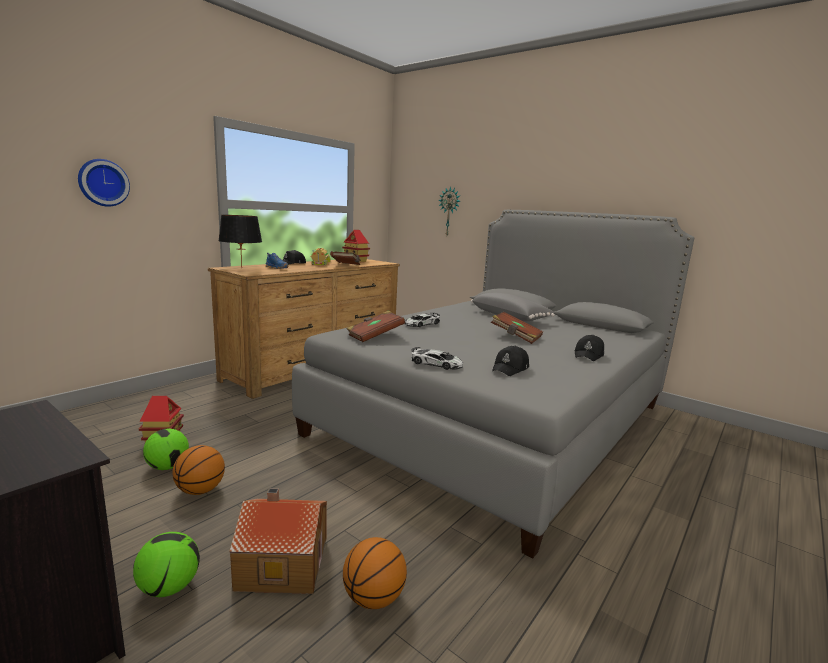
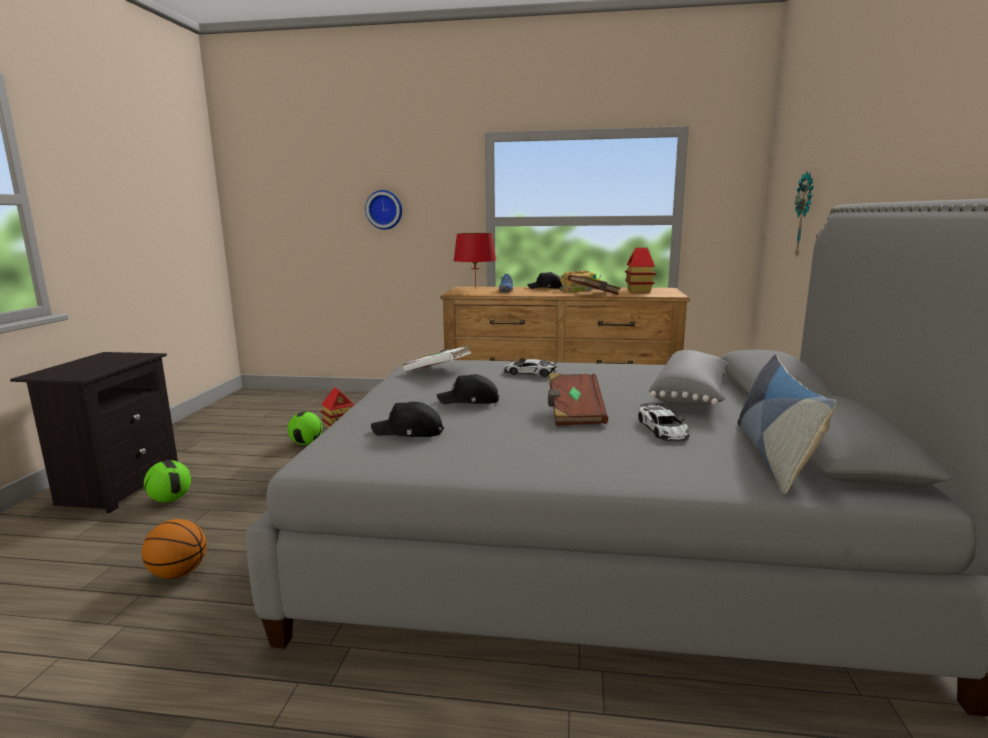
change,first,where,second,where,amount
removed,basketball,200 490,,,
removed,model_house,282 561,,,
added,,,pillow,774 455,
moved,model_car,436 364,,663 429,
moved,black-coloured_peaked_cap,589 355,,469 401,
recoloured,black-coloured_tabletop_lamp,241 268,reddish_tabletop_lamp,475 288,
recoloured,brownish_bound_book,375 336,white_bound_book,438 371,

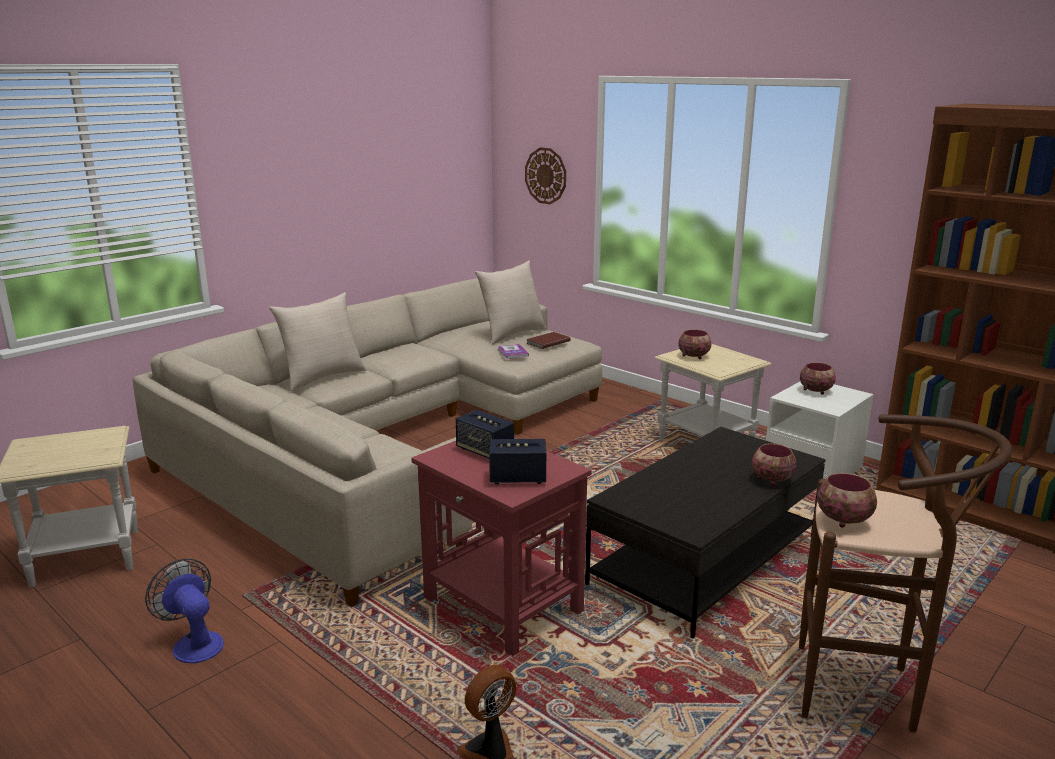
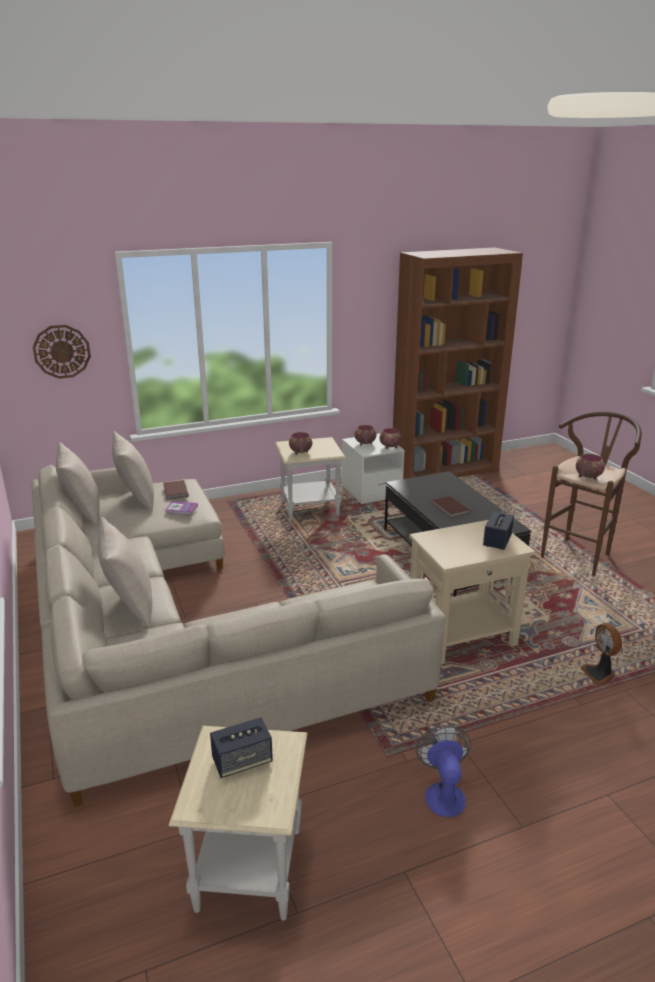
change,first,where,second,where,amount
added,,,sand-coloured_pillow,82 512,
added,,,brownish_bound_book,450 508,
moved,loudspeaker,485 451,,242 761,
moved,deep_dish,771 480,,390 447,
recoloured,reddish_end_table,501 606,sand-coloured_end_table,461 636,
turned,fan,194 643,,443 792,105 degrees clockwise

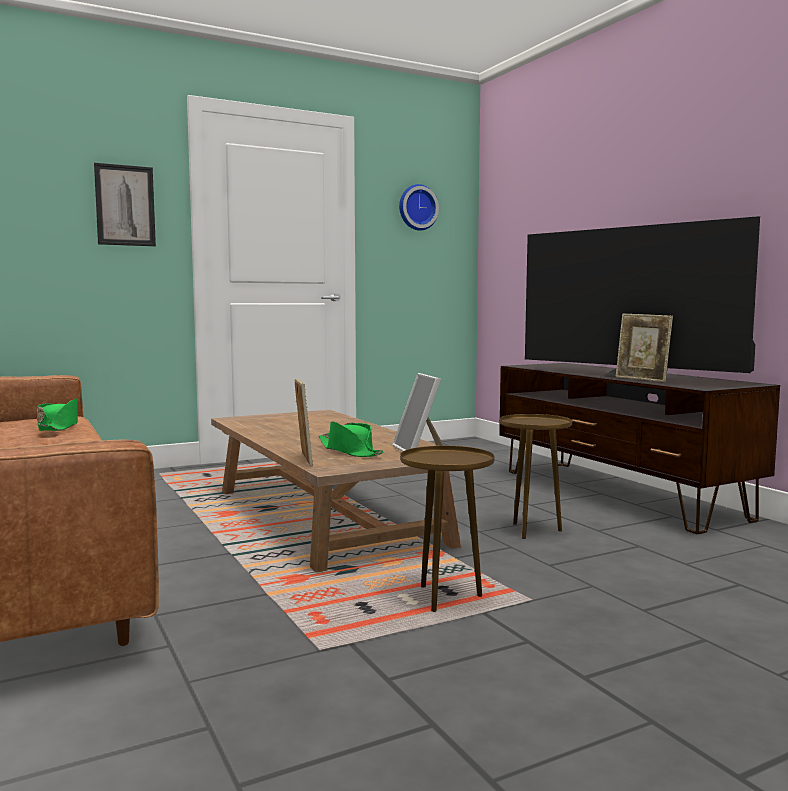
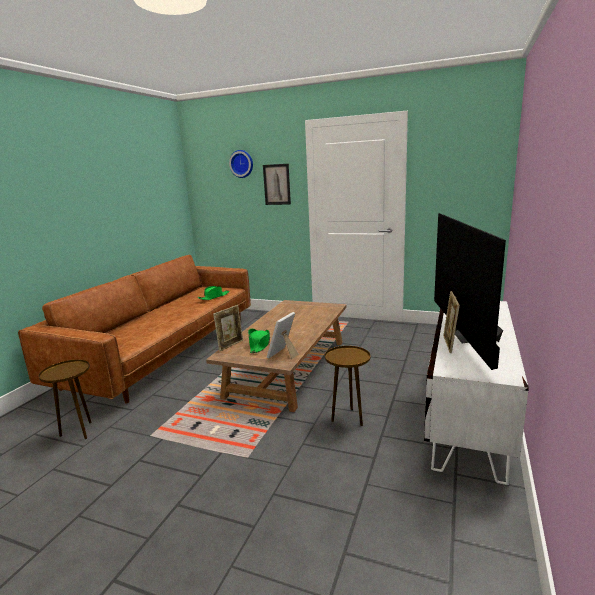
change,first,where,second,where,amount
moved,clock_on_the_wall,417 208,,242 164,
moved,brownish_end_table,445 599,,79 432,
recoloured,brownish_tv_stand,617 494,white_tv_stand,467 414,

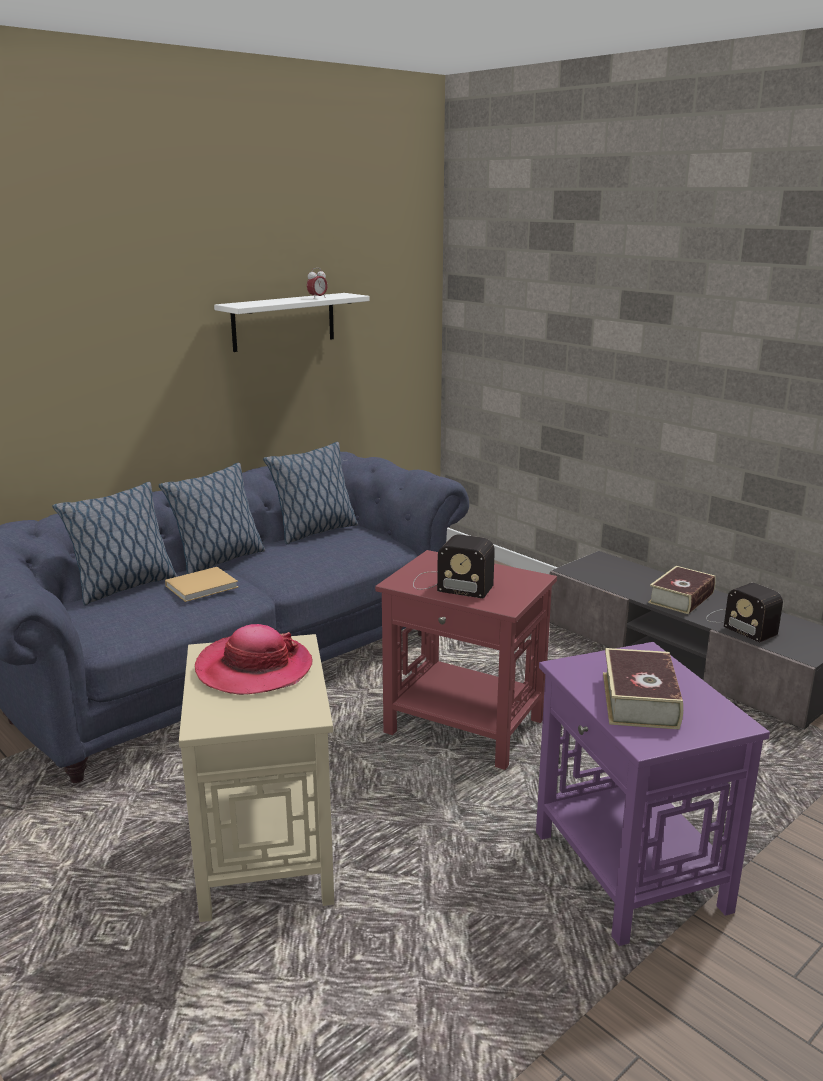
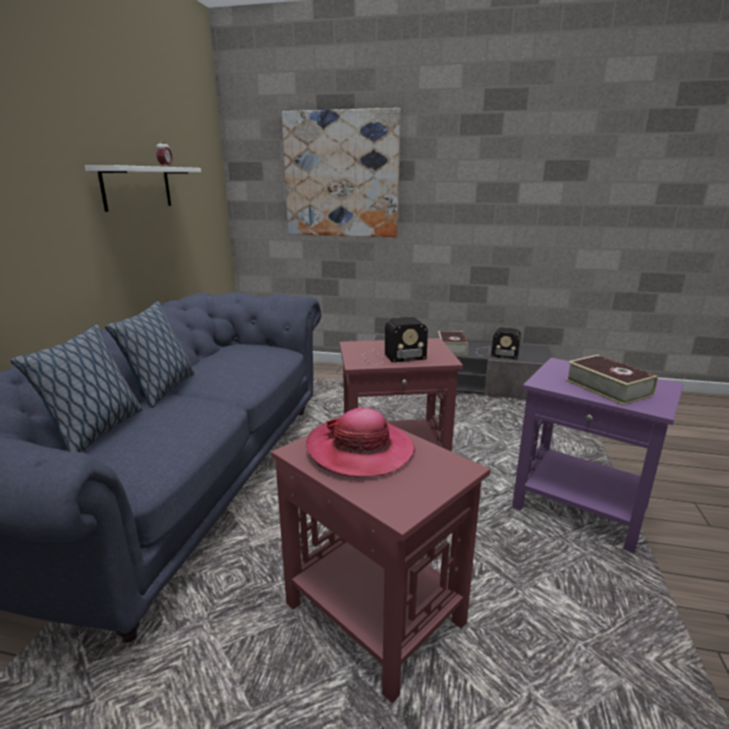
change,first,where,second,where,amount
removed,sand-coloured_bound_book,203 586,,,
removed,pillow,314 532,,,
added,,,picture,341 175,
recoloured,sand-coloured_end_table,266 855,reddish_end_table,375 612,

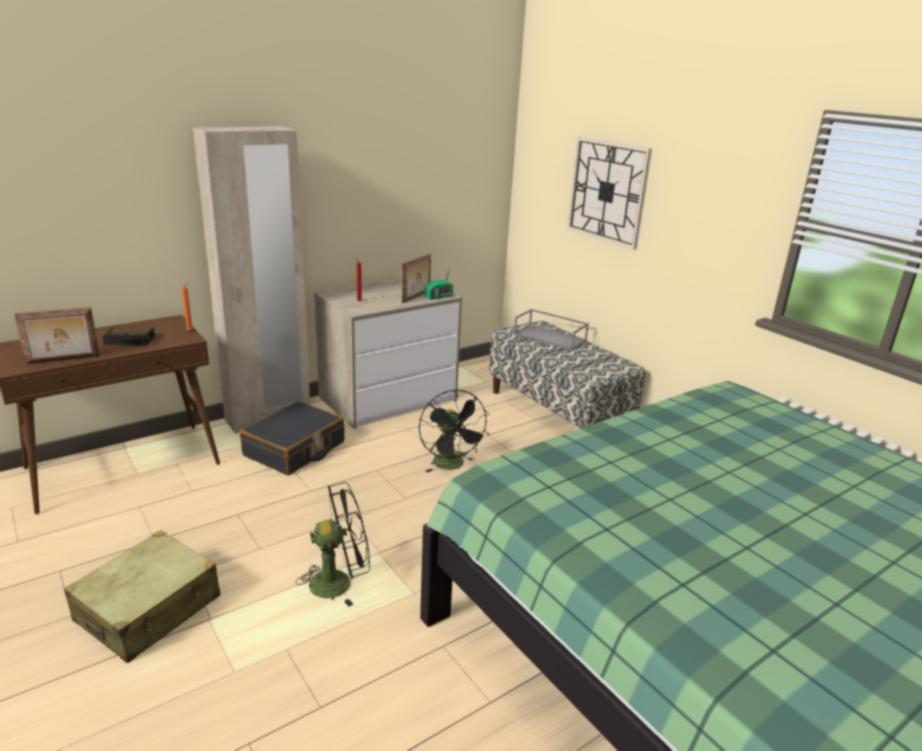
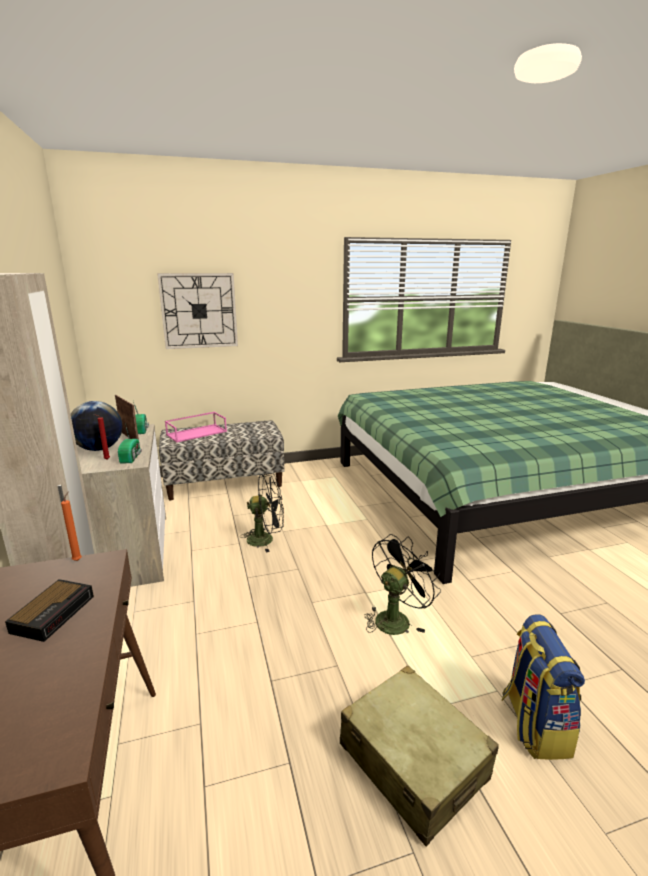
change,first,where,second,where,amount
removed,picture_frame,63 360,,,
removed,black-coloured_travel_case,295 449,,,
added,,,globe,99 449,
added,,,radio_set,131 457,
added,,,rucksack,534 724,
recoloured,greyish_serving_tray,550 337,pink_serving_tray,197 433,
turned,black-coloured_fan,339 581,,396 618,45 degrees clockwise

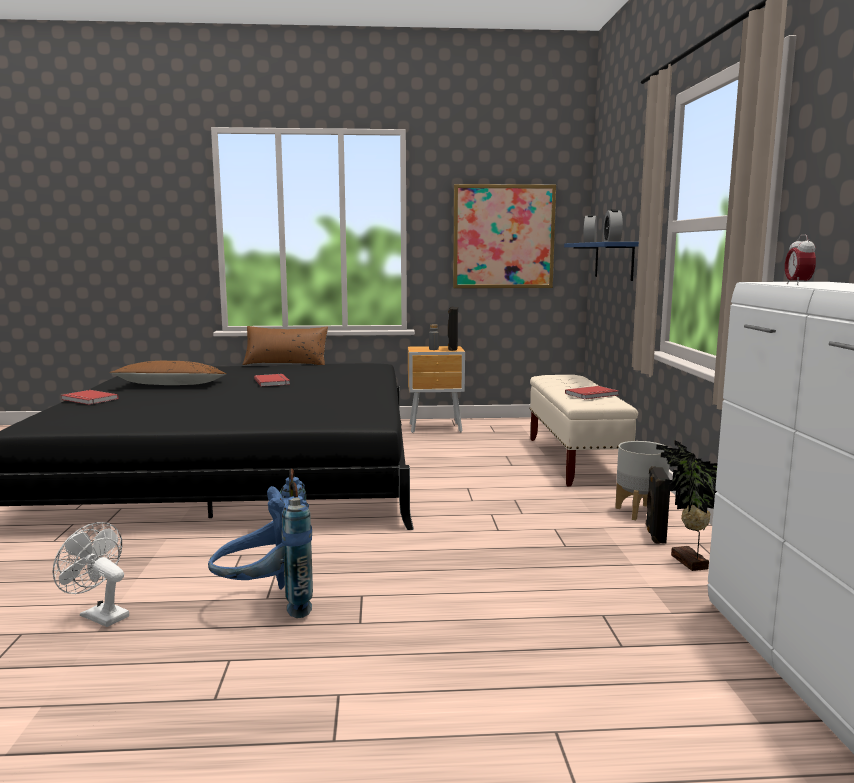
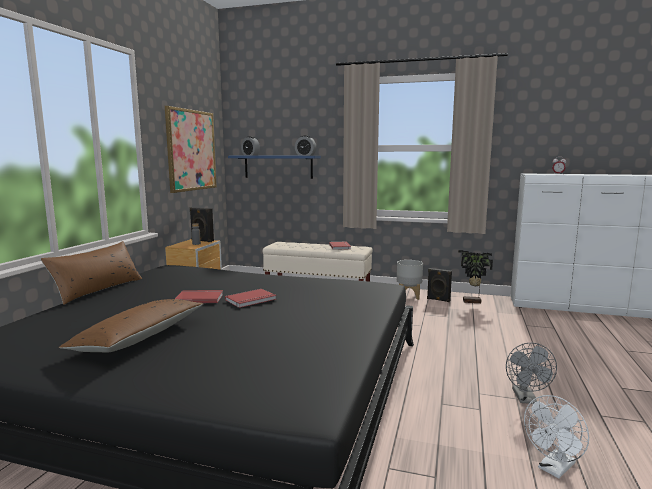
change,first,where,second,where,amount
moved,reddish_bound_book,88 399,,251 300,
replaced,blue-coloured_rucksack,266 605,greyish_fan,526 399,

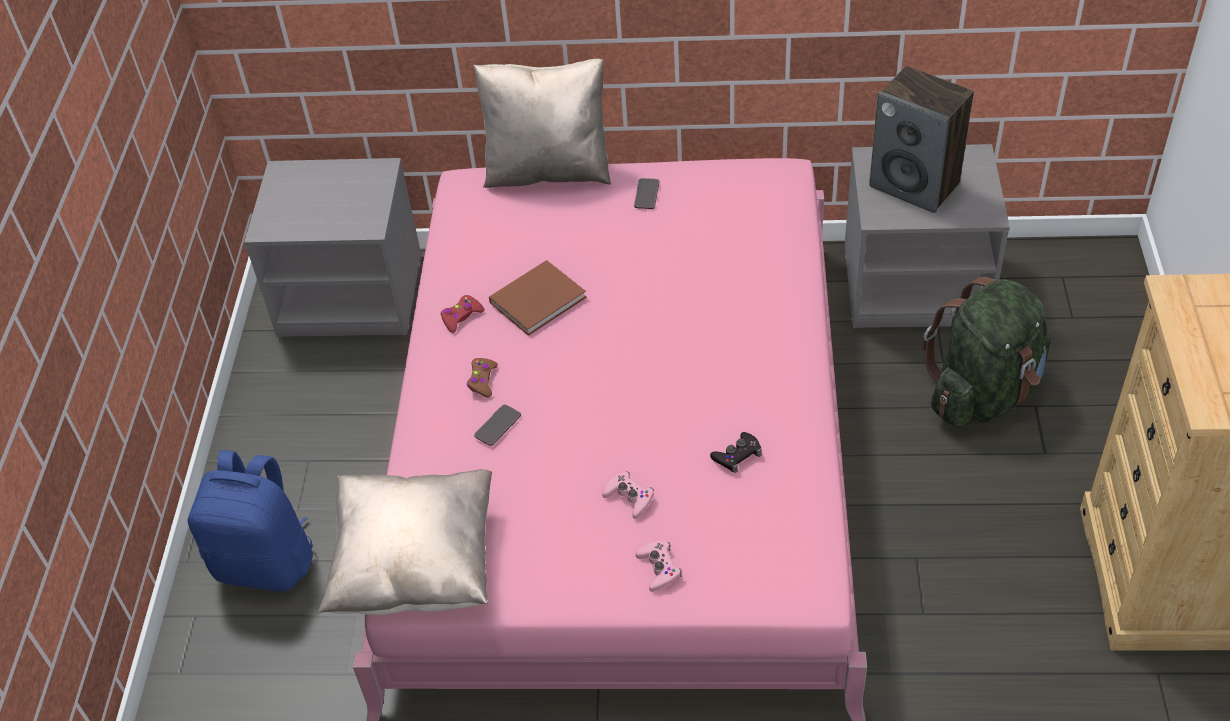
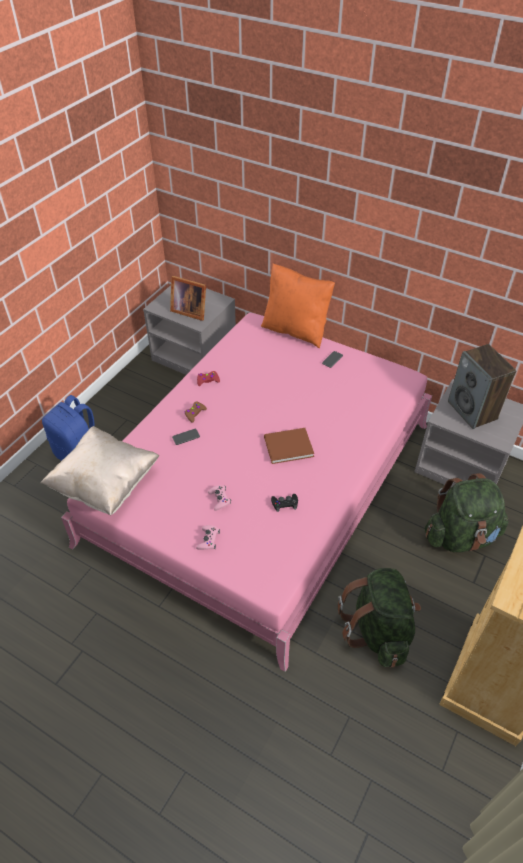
change,first,where,second,where,amount
added,,,picture_frame,189 310,
added,,,greenish_rucksack,378 630,
moved,brownish_bound_book,540 299,,290 446,
recoloured,sand-coloured_pillow,548 170,orangey_pillow,295 330,

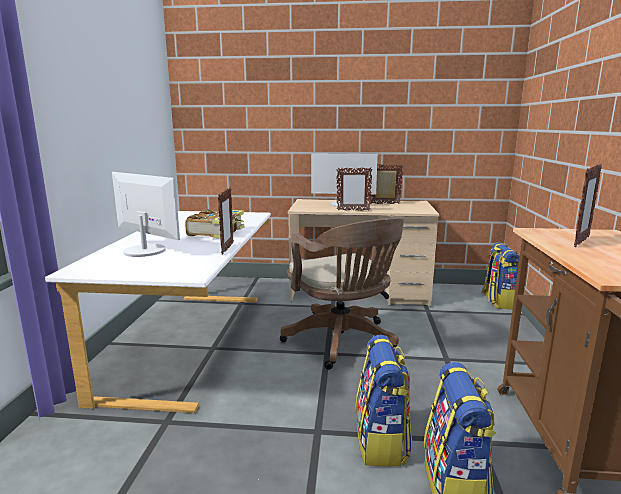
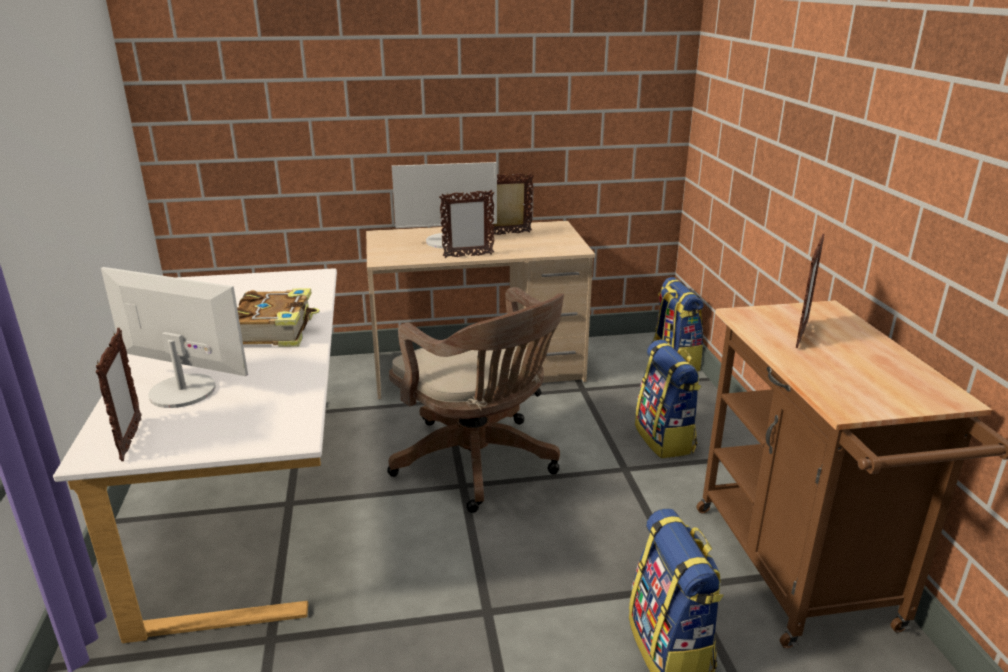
change,first,where,second,where,amount
moved,picture_frame,227 249,,131 440,
moved,rucksack,382 442,,665 439,

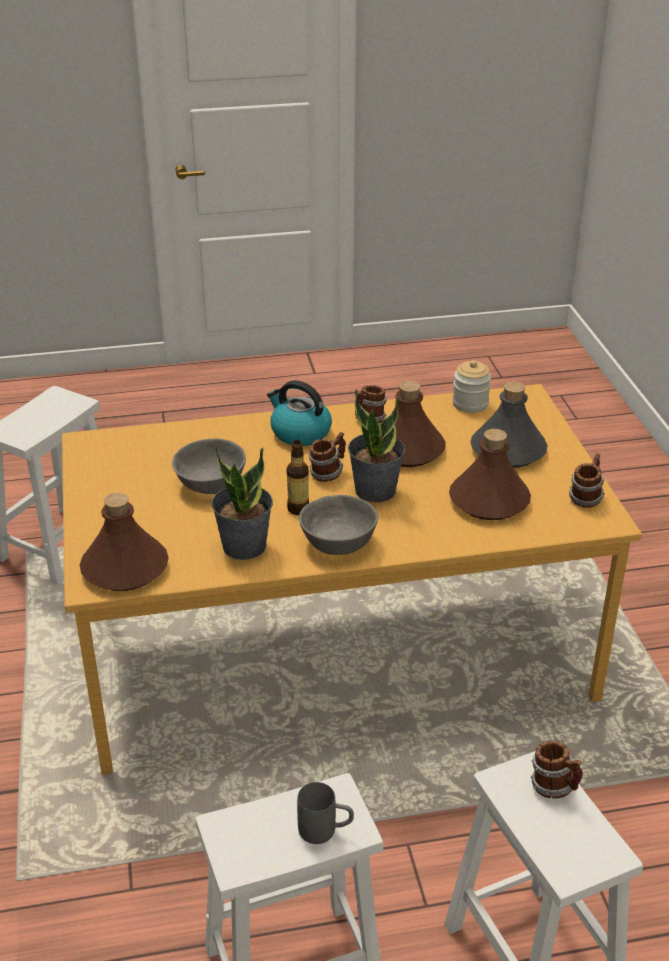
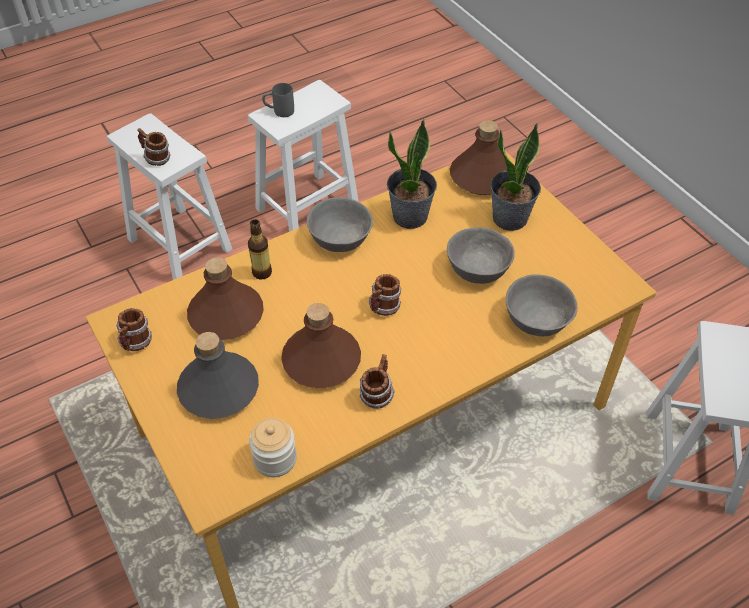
change,first,where,second,where,amount
removed,kettle,299 433,,,
added,,,greyish_deep_dish,537 319,
moved,drink_bottle,298 509,,262 272,
moved,houseplant,375 490,,510 219,

